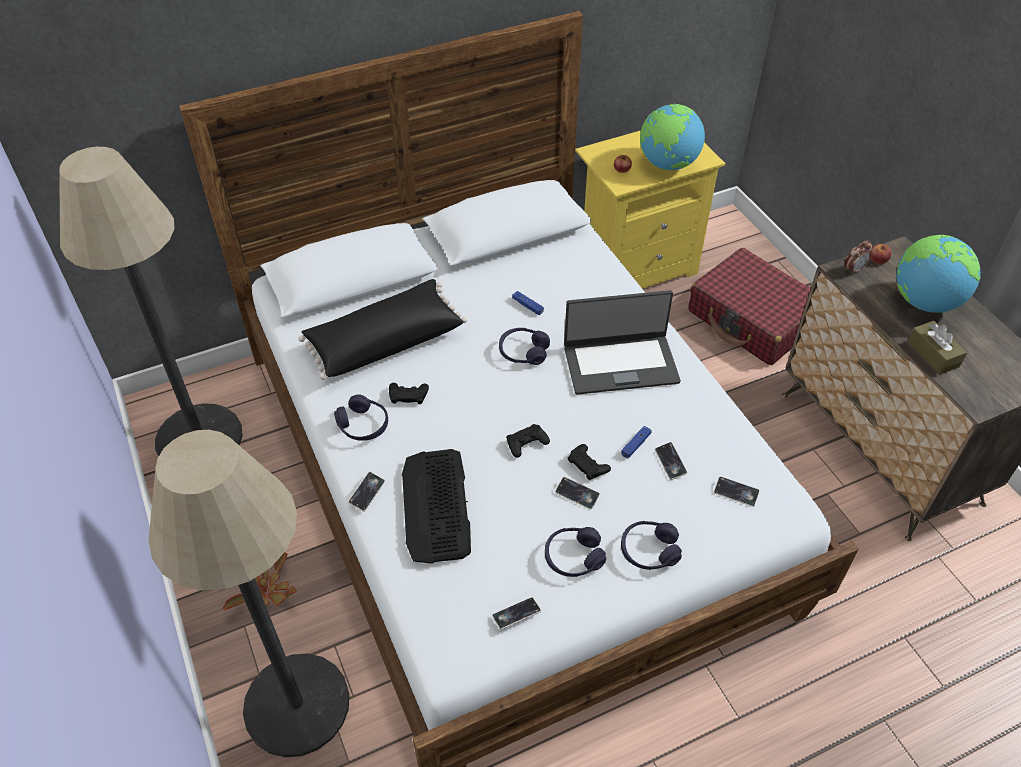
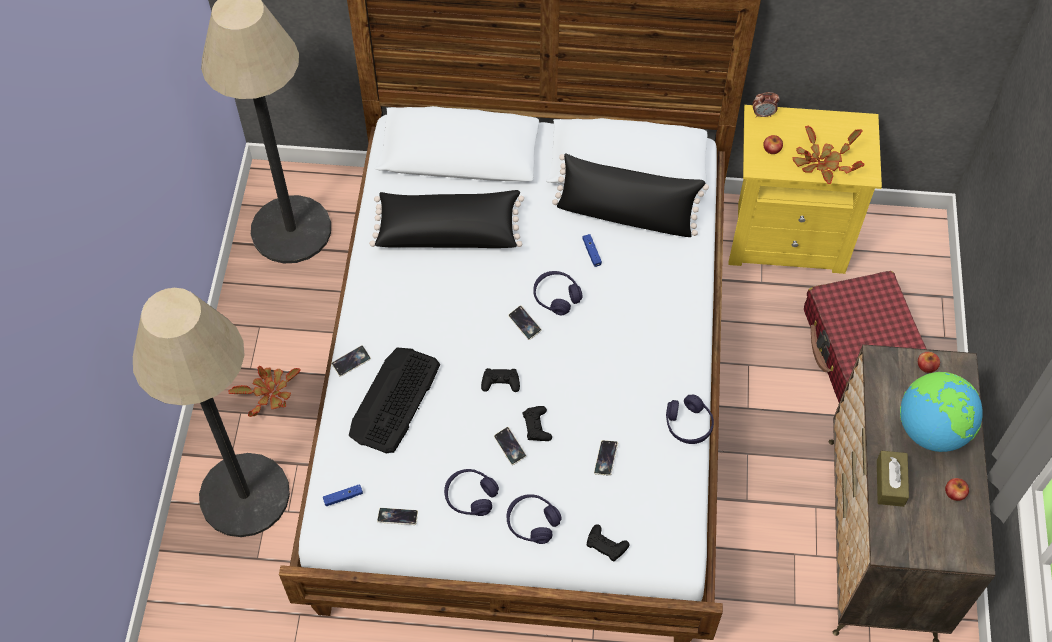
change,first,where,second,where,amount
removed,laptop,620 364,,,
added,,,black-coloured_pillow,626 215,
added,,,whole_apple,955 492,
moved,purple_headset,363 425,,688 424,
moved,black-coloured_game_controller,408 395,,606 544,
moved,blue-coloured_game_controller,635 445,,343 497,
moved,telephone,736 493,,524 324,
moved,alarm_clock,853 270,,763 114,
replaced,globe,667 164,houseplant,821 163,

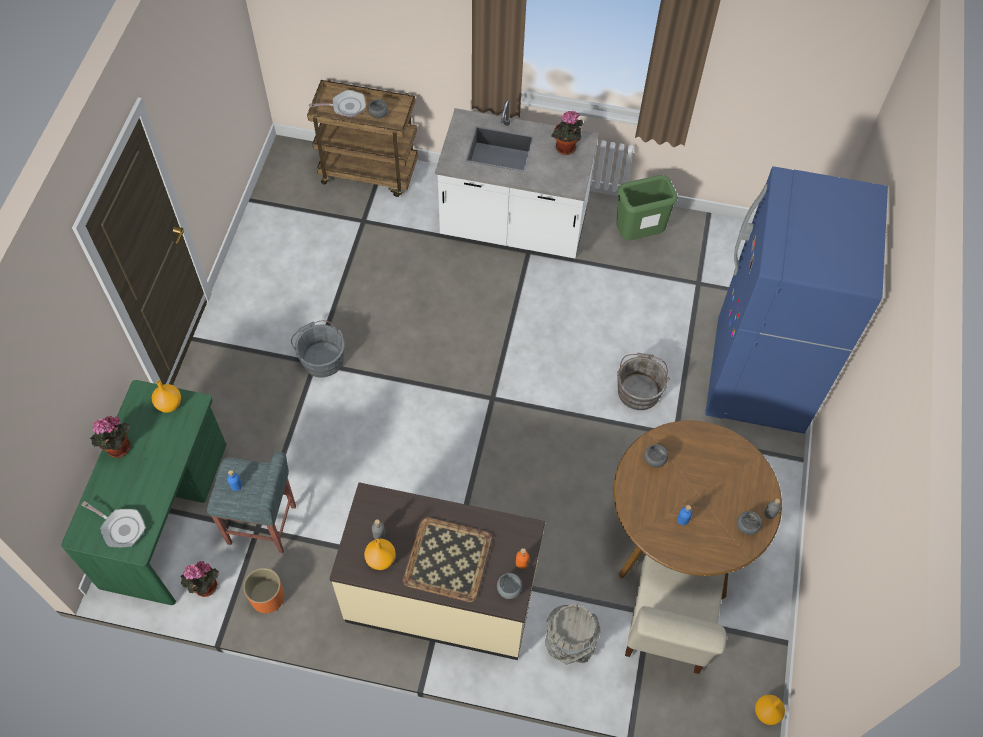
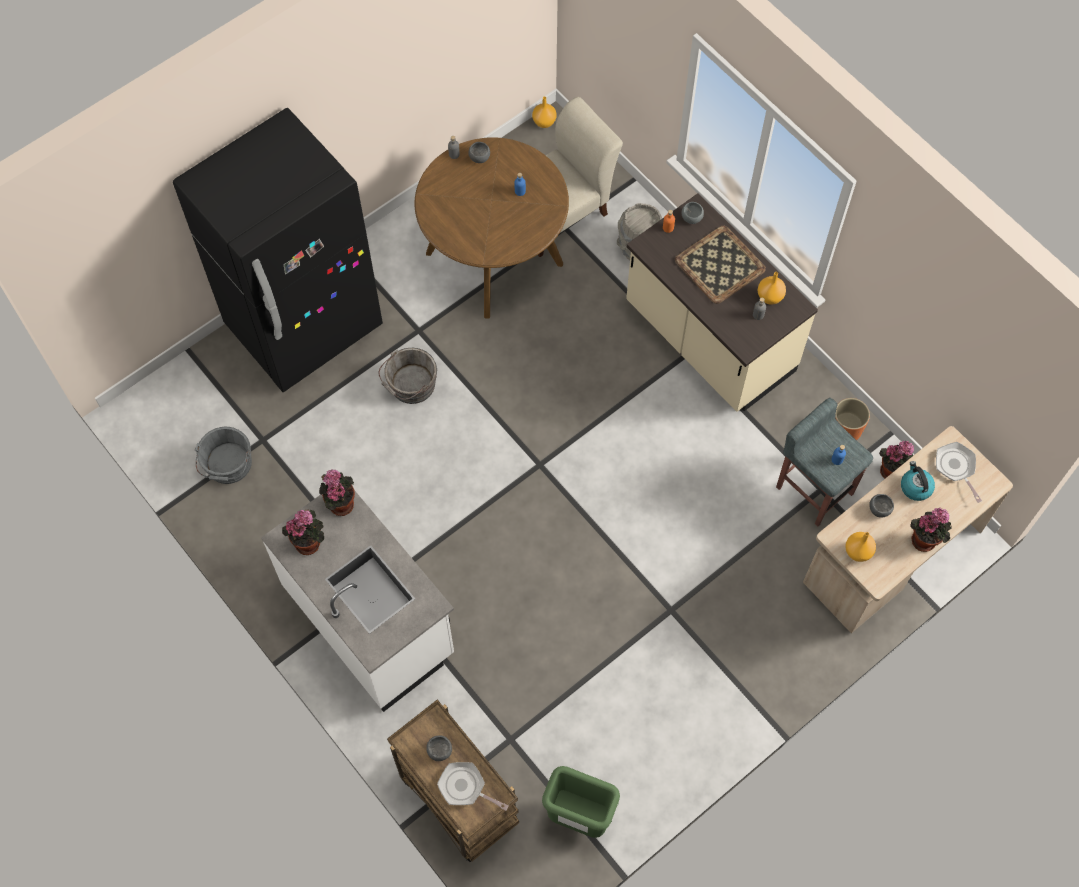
change,first,where,second,where,amount
added,,,houseplant,340 503,
added,,,kettle,915 487,
moved,greyish_pail,321 357,,228 466,
moved,greenish_rubbish_bin,638 234,,578 817,
moved,greyish_deep_dish,654 459,,879 510,
recoloured,greenish_desk_table,166 515,sand-coloured_desk_table,891 554,
recoloured,blue-coloured_fridge,758 377,black-coloured_fridge,304 326,

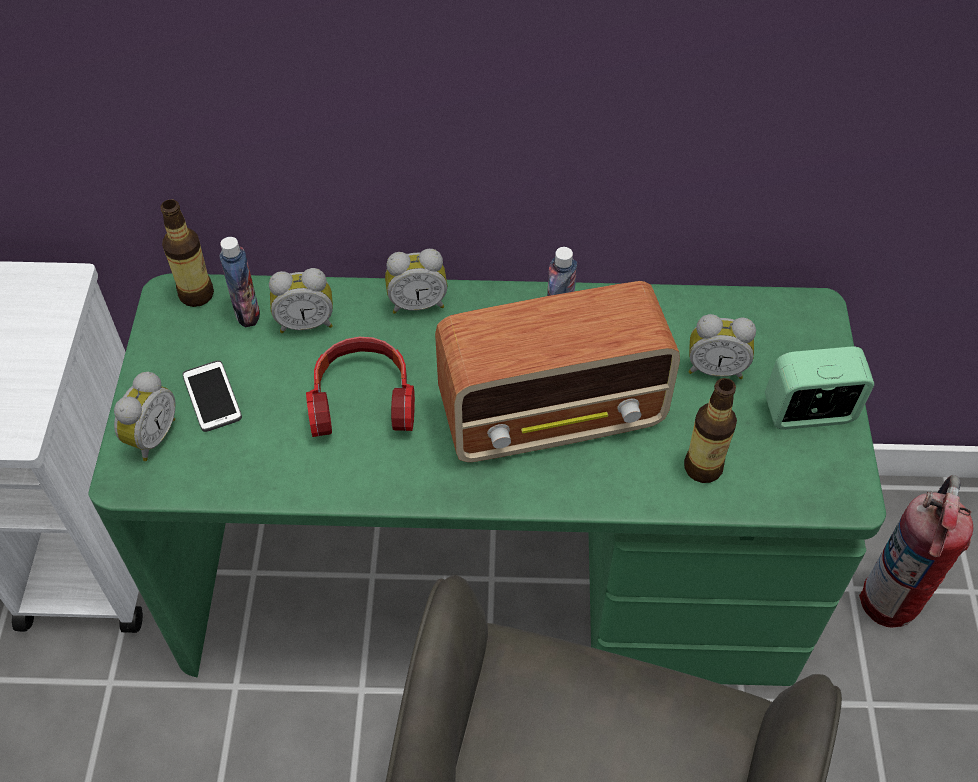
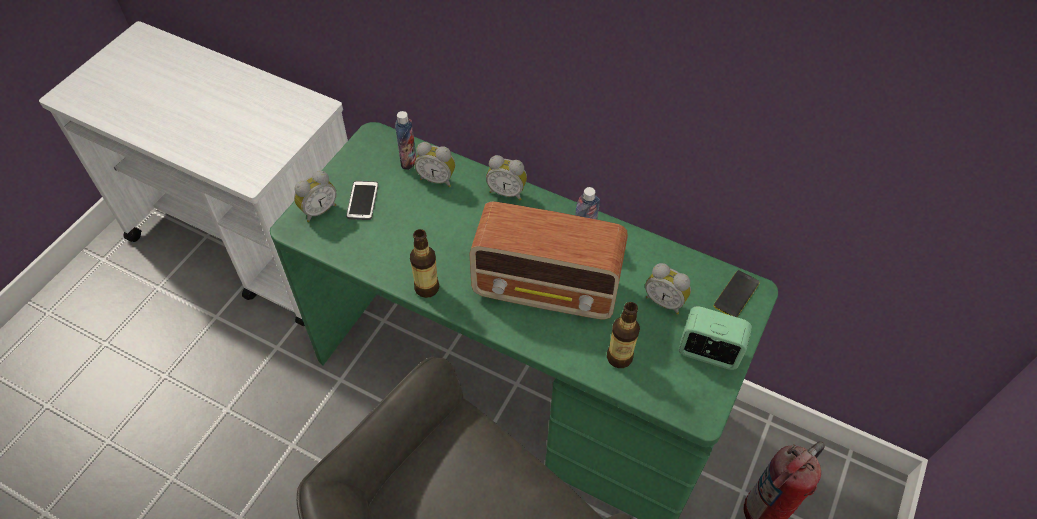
change,first,where,second,where,amount
removed,headset,362 398,,,
added,,,telephone,736 294,
moved,drink_bottle,196 294,,427 288,

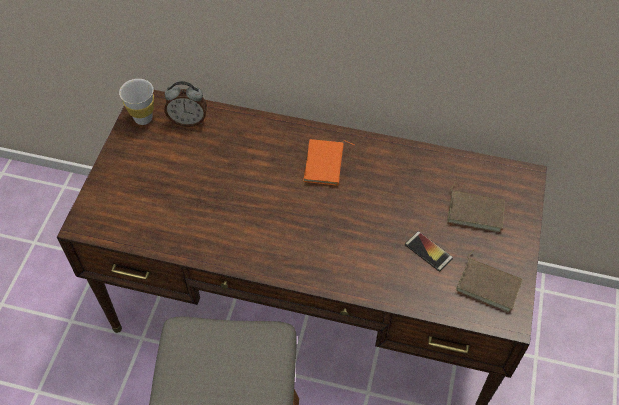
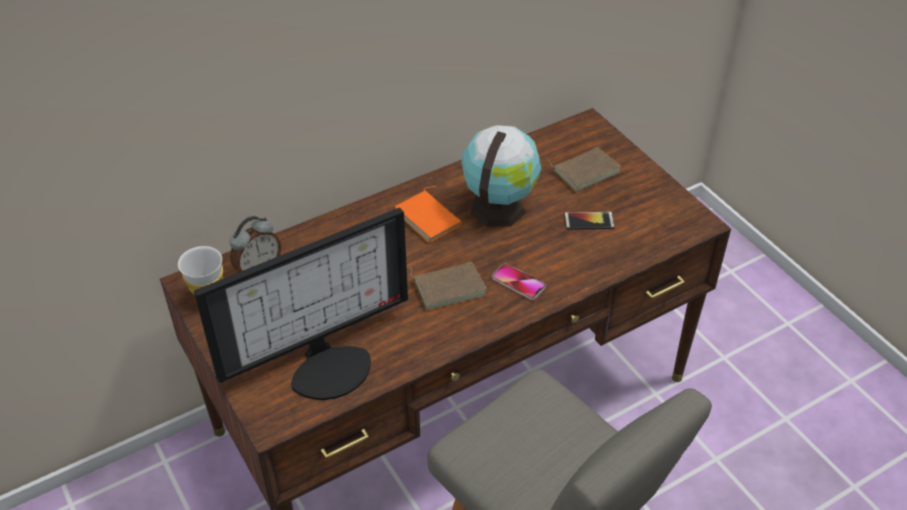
change,first,where,second,where,amount
added,,,monitor,329 365,
added,,,globe,498 206,
added,,,telephone,518 282,
moved,brownish_bound_book,489 284,,449 286,

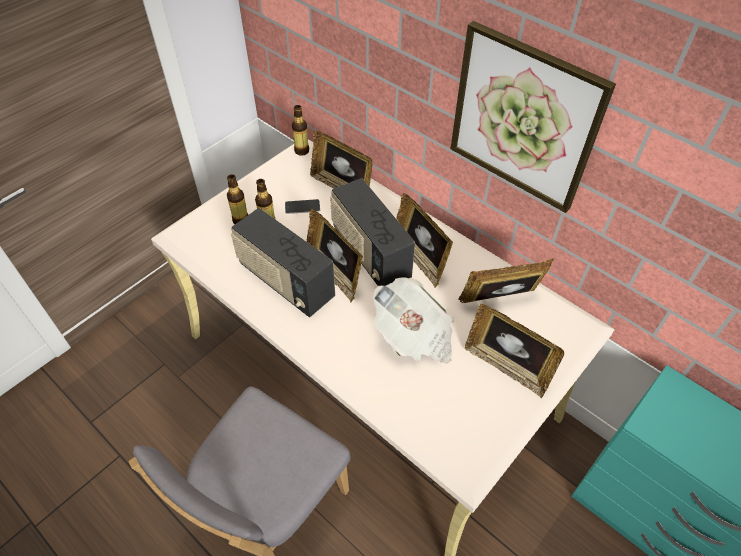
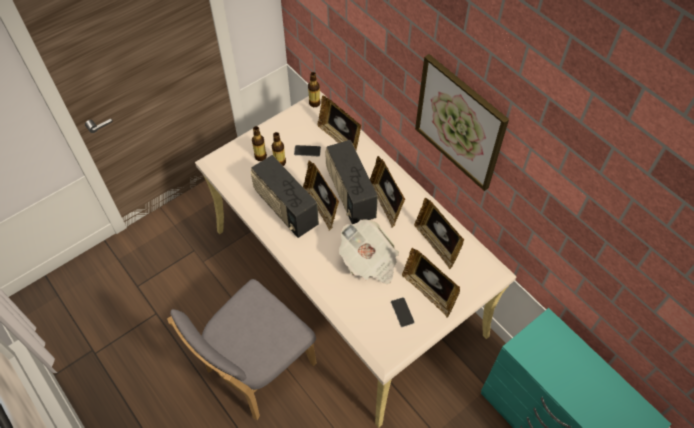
change,first,where,second,where,amount
added,,,telephone,402 312,
turned,picture_frame,500 301,,436 244,120 degrees counterclockwise

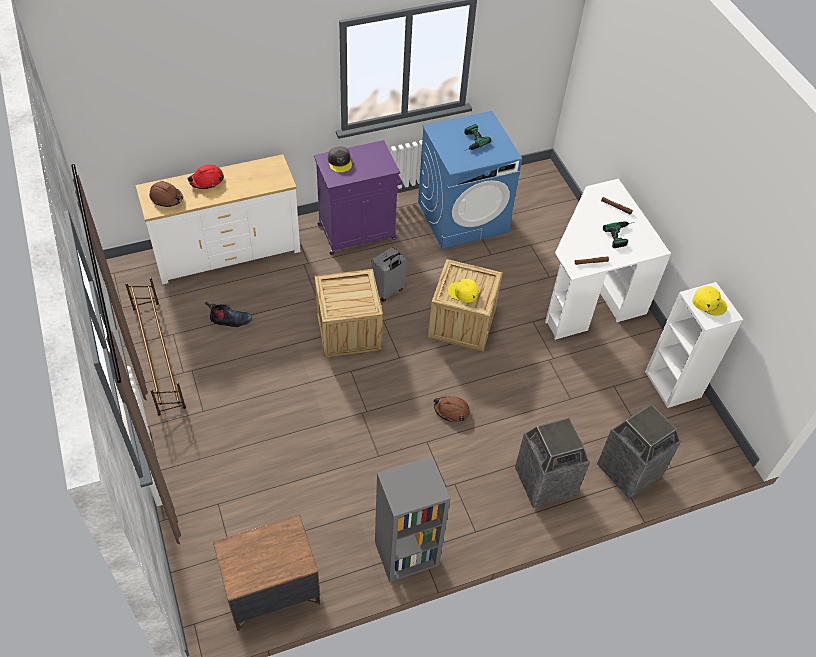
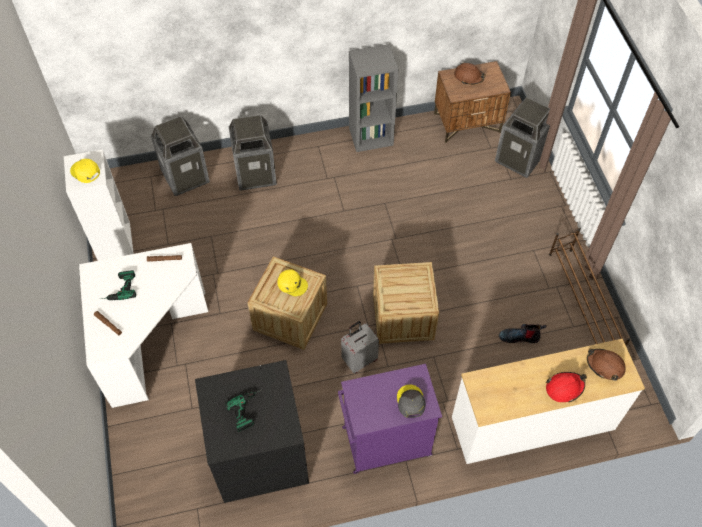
change,first,where,second,where,amount
added,,,rubbish_bin,520 158,
moved,brownish_hard_hat,451 410,,468 77,
recoloured,blue-coloured_laundry_machine,463 217,black-coloured_laundry_machine,259 455,

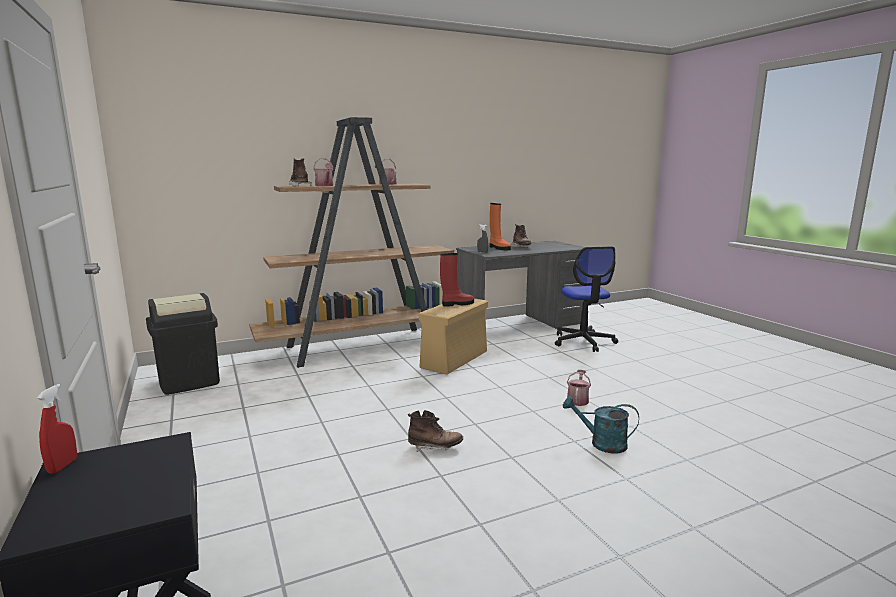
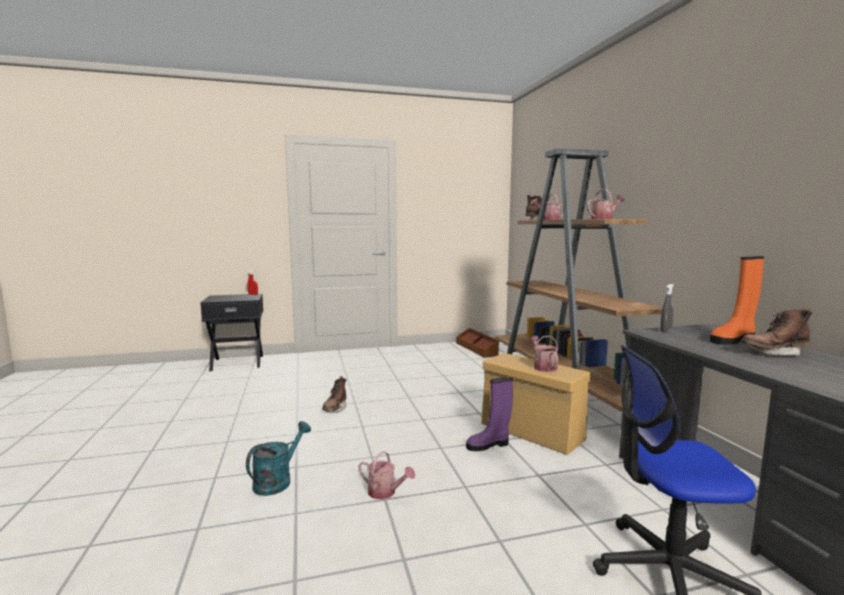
change,first,where,second,where,amount
added,,,purple_tall_boot,489 445,
replaced,black-coloured_rubbish_bin,189 381,brownish_storage_bin,477 349,
replaced,reddish_tall_boot,457 304,watering_can,543 367,

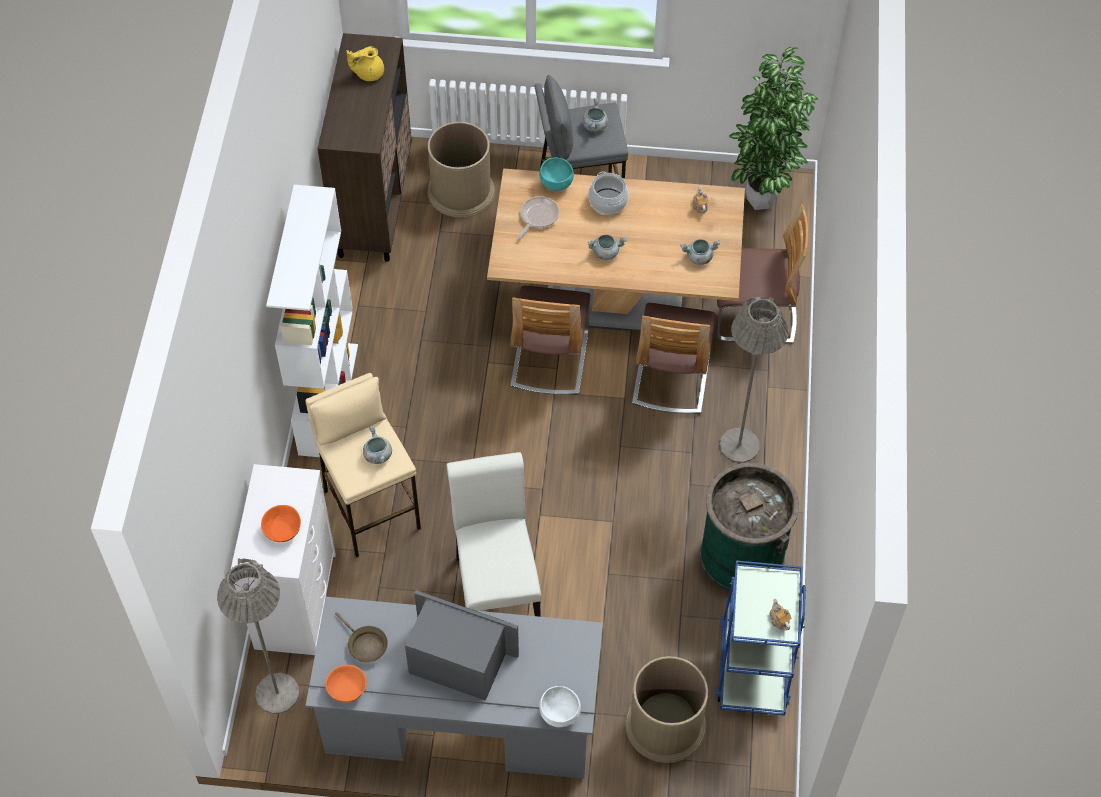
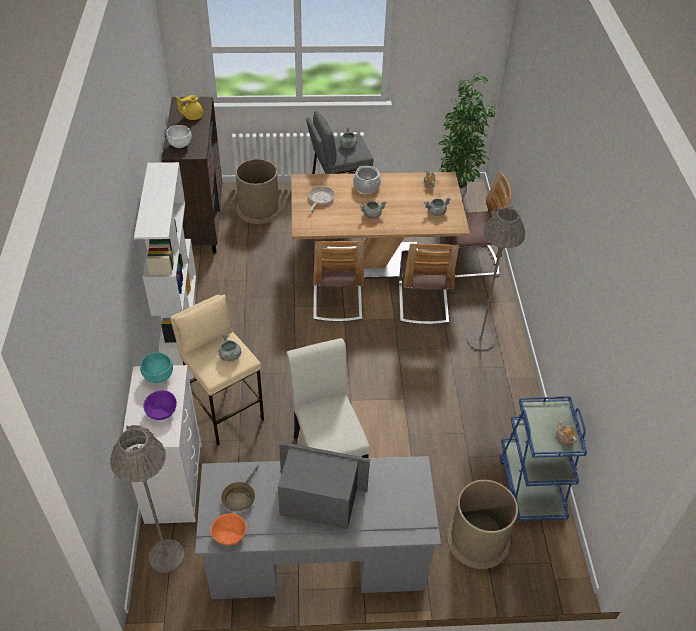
change,first,where,second,where,amount
removed,greenish_rubbish_bin,742 556,,,
moved,blue-green_deep_dish,556 184,,158 376,
moved,white_deep_dish,559 714,,180 145,
recoloured,orangey_deep_dish,282 530,purple_deep_dish,161 411,
turned,brownish_frying_pan,365 645,,240 497,75 degrees clockwise

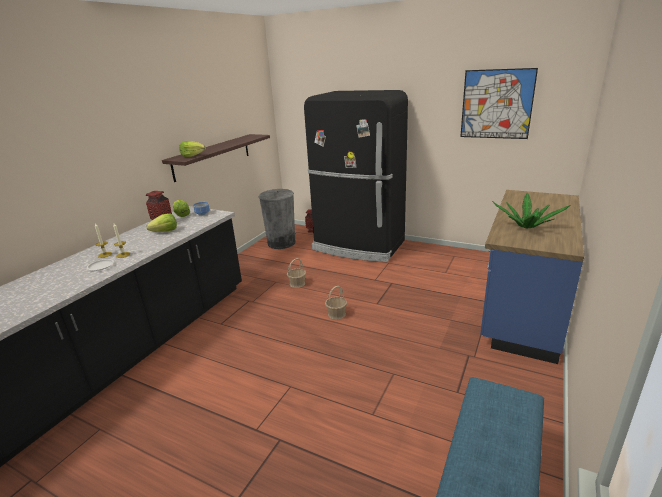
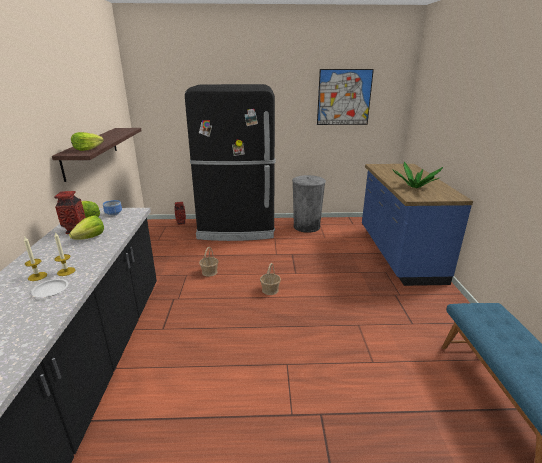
change,first,where,second,where,amount
moved,greyish_rubbish_bin,281 243,,306 227,

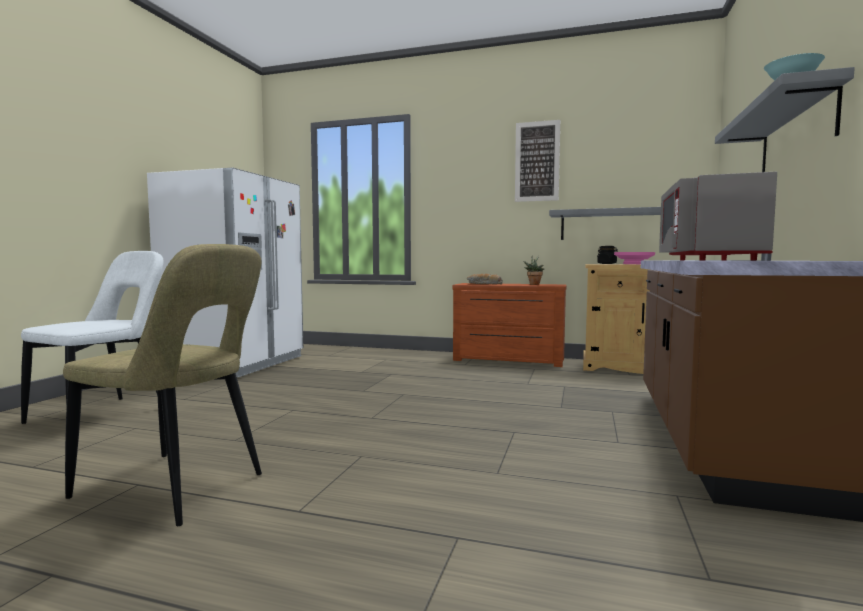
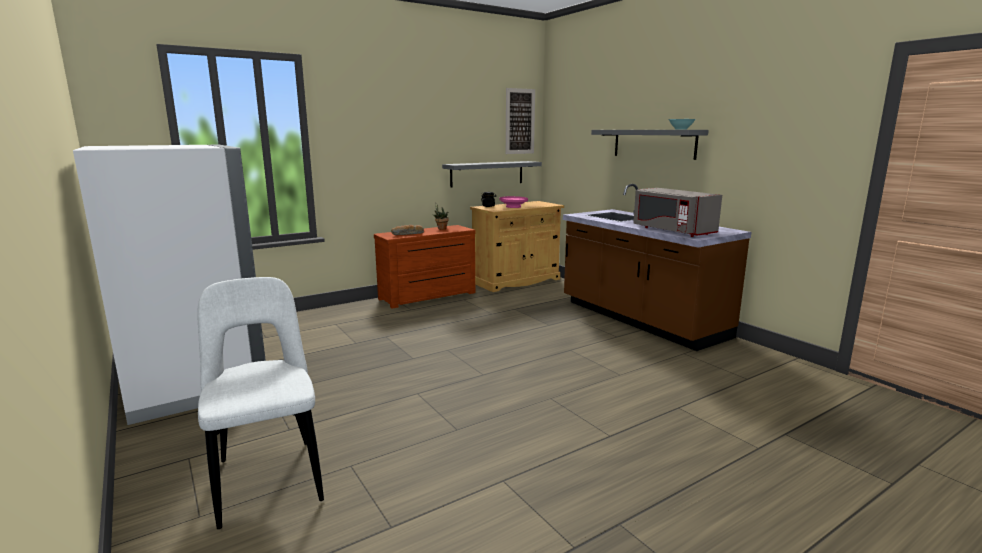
change,first,where,second,where,amount
removed,sand-coloured_plain_chair,176 488,,,
moved,picture,537 161,,520 121,

